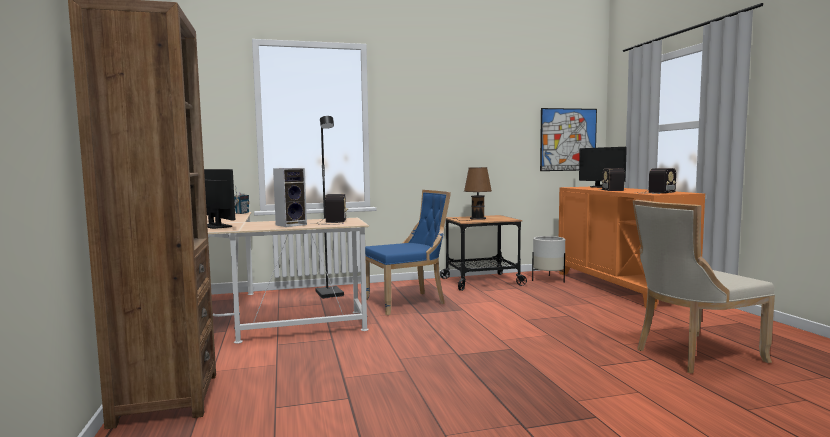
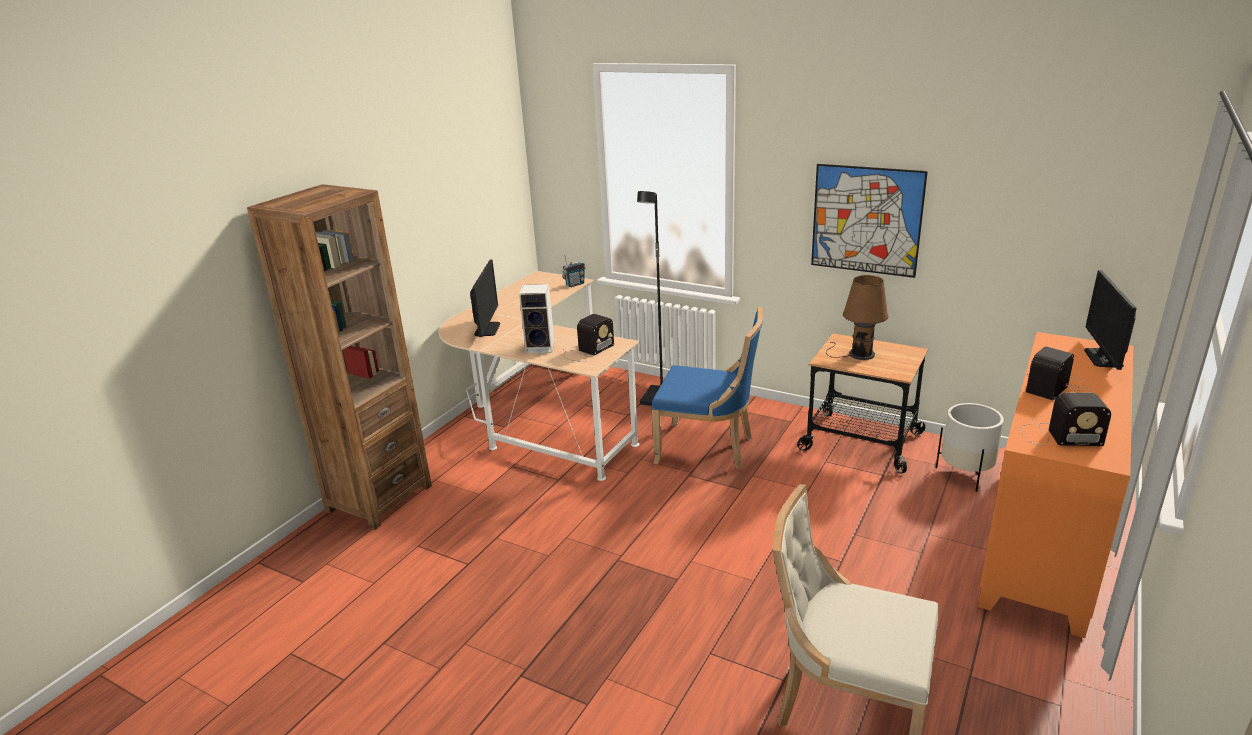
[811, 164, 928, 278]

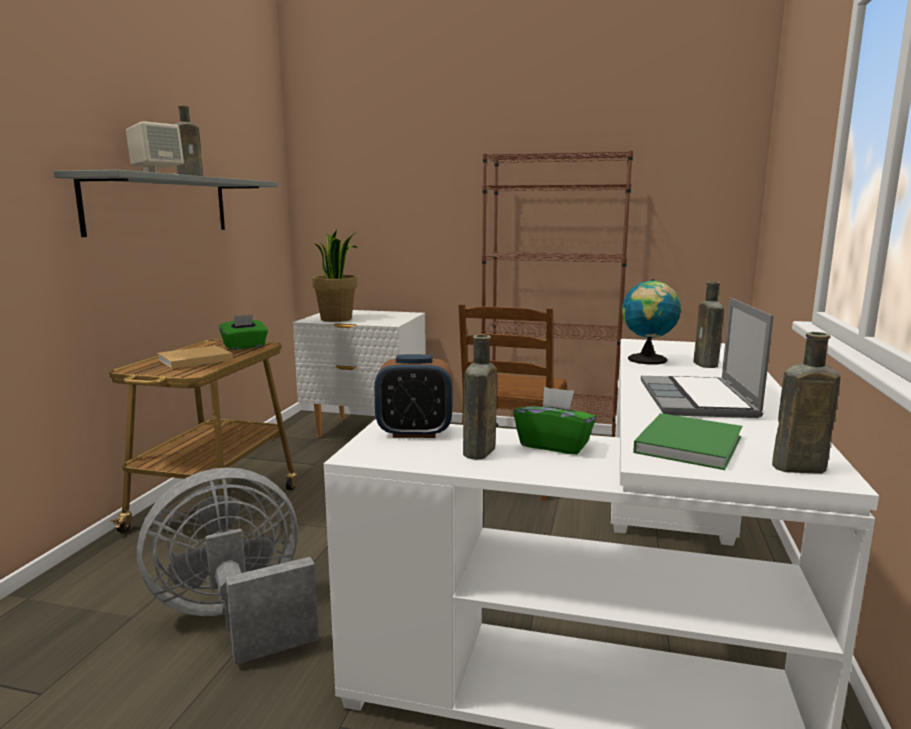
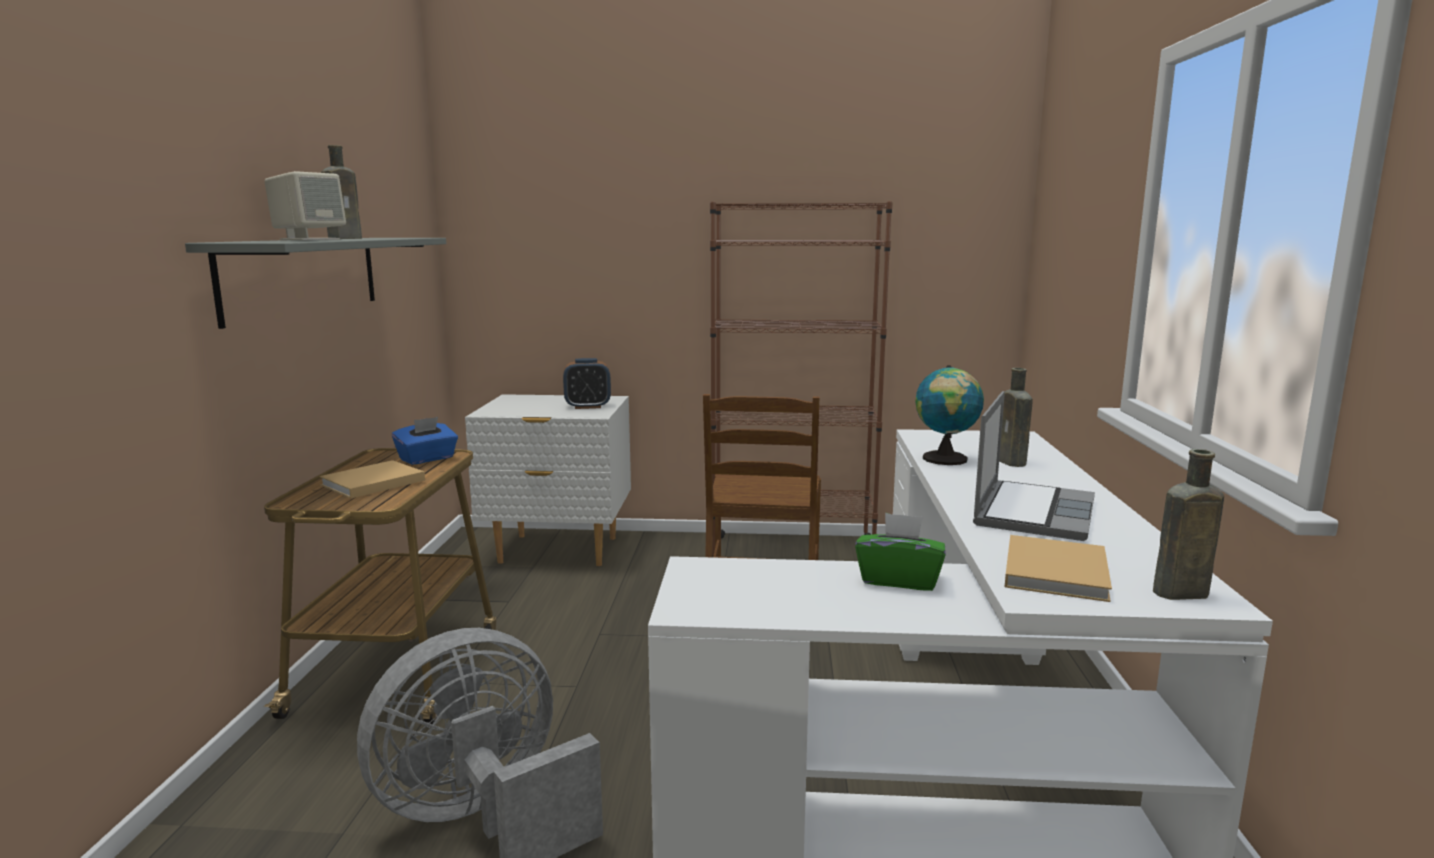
[392, 417, 458, 465]
[563, 358, 611, 409]
[973, 391, 1095, 541]
[1005, 535, 1112, 602]
[312, 230, 357, 322] (first image)
[463, 334, 497, 460] (first image)

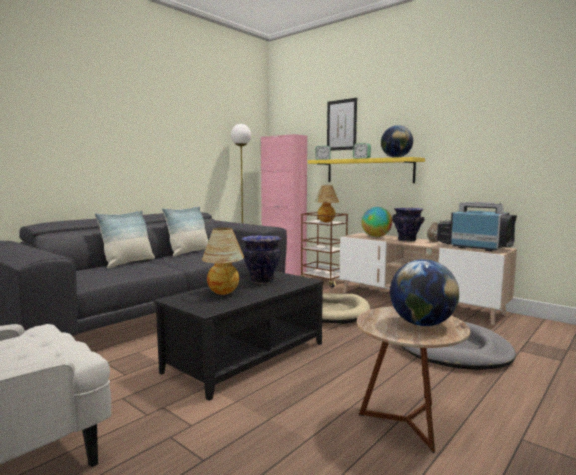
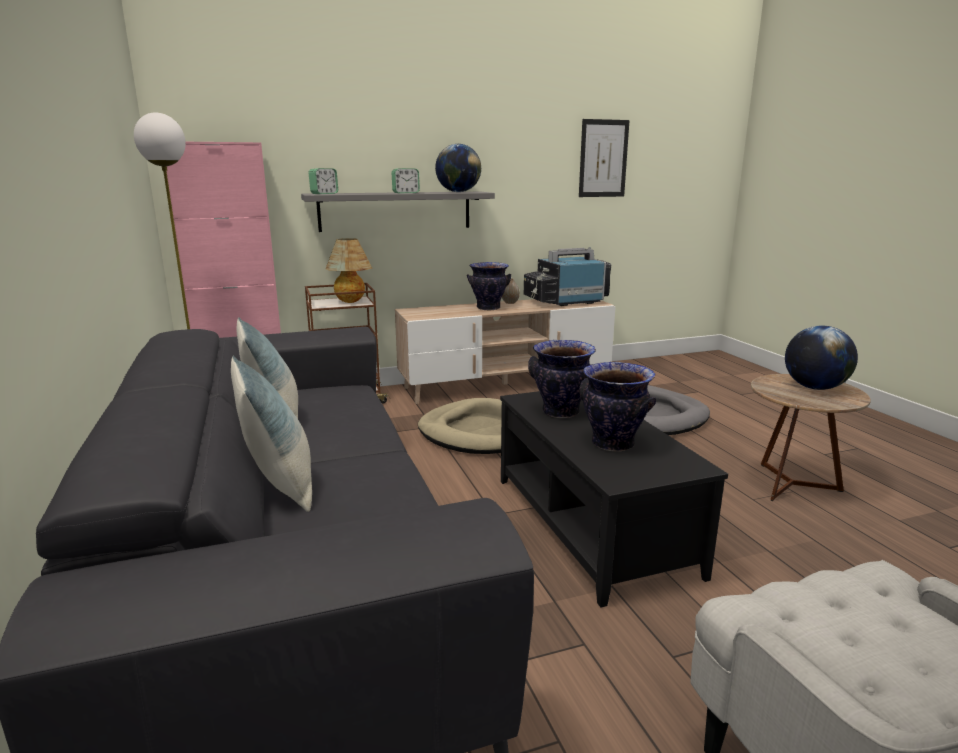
[301, 192, 495, 232]
[579, 119, 630, 197]
[579, 362, 656, 452]
[361, 207, 393, 237] (first image)

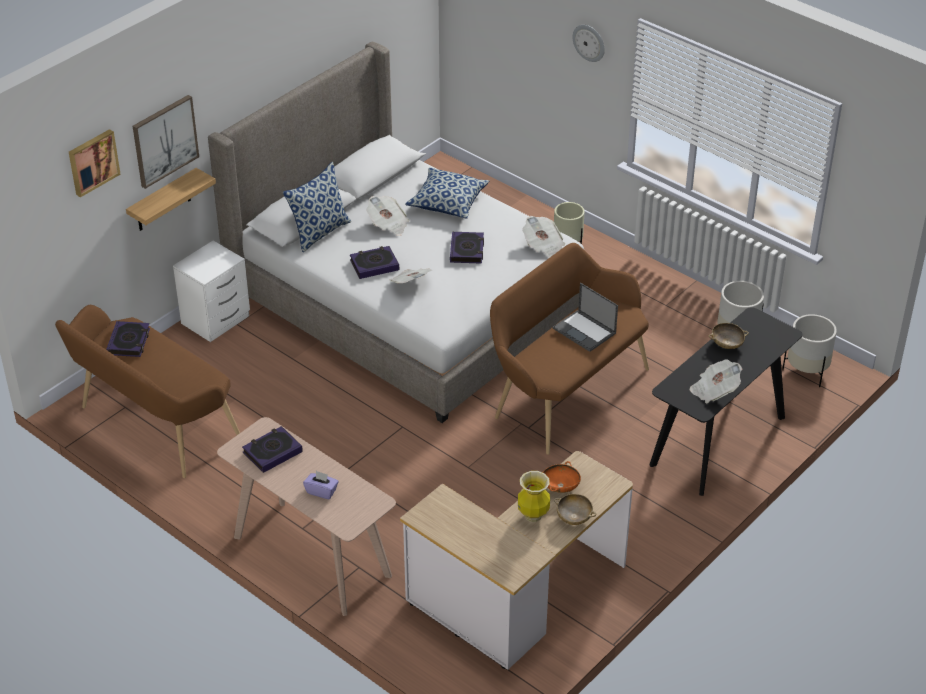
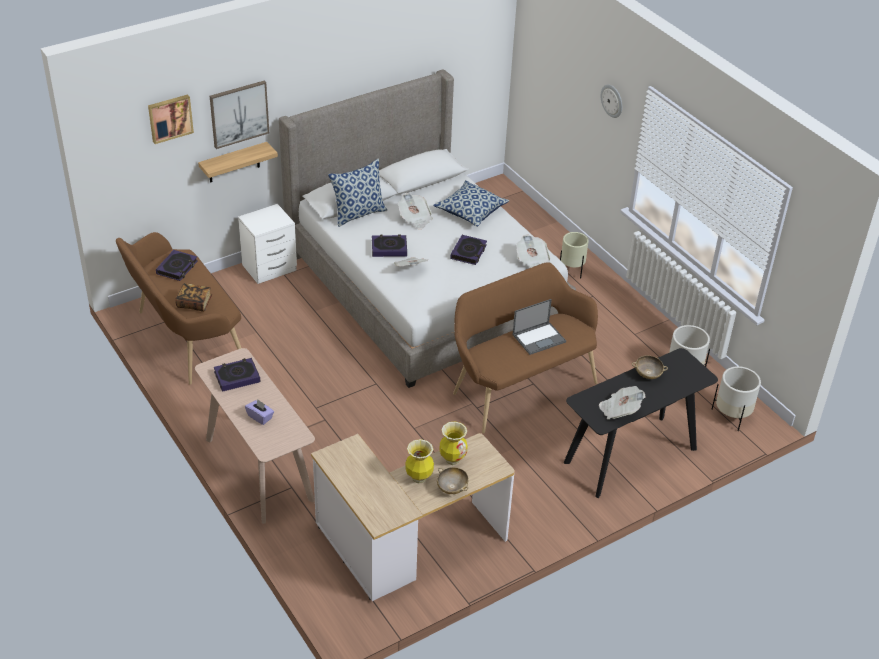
[175, 283, 212, 312]
[439, 422, 468, 465]
[513, 299, 566, 355]

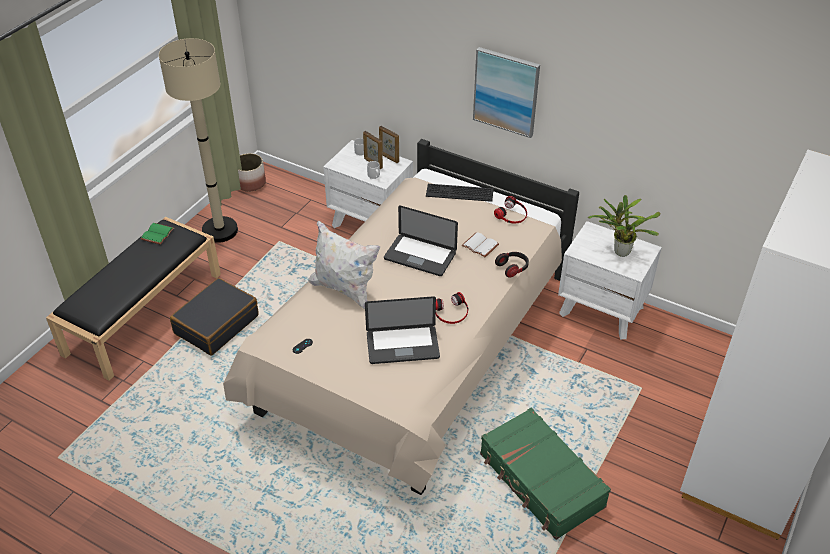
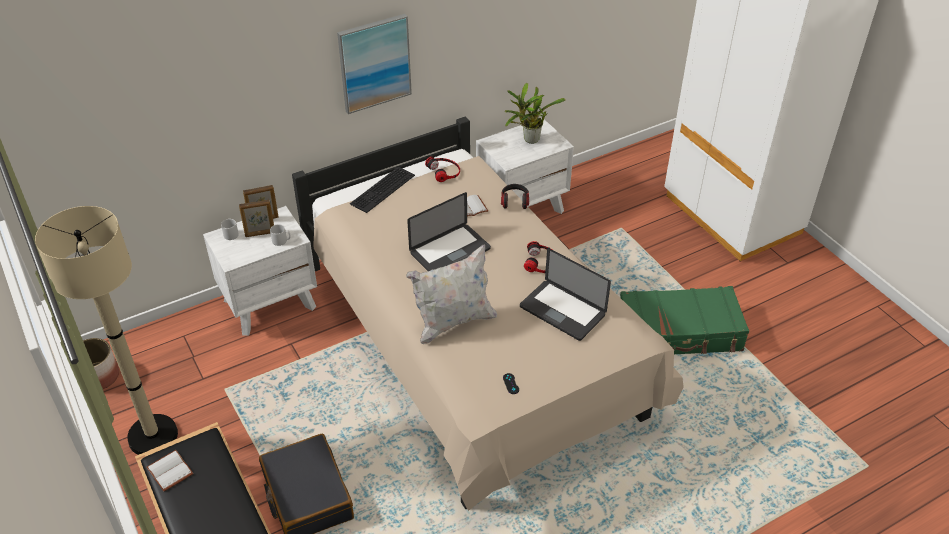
[146, 450, 193, 492]
[520, 248, 611, 341]

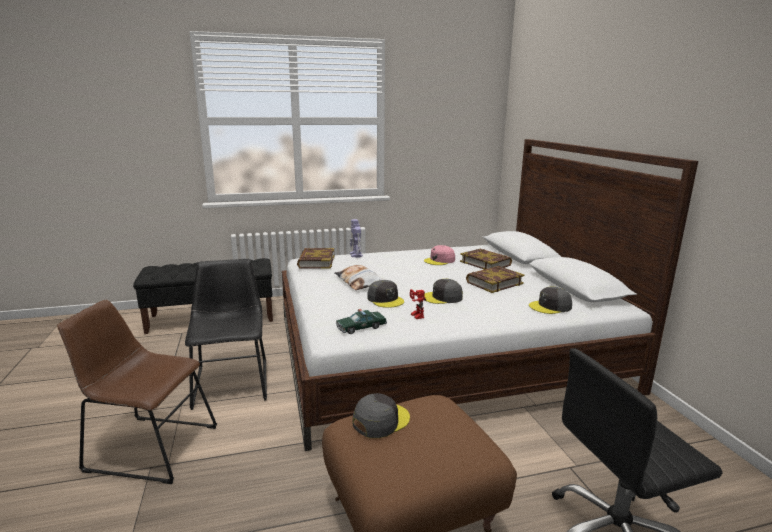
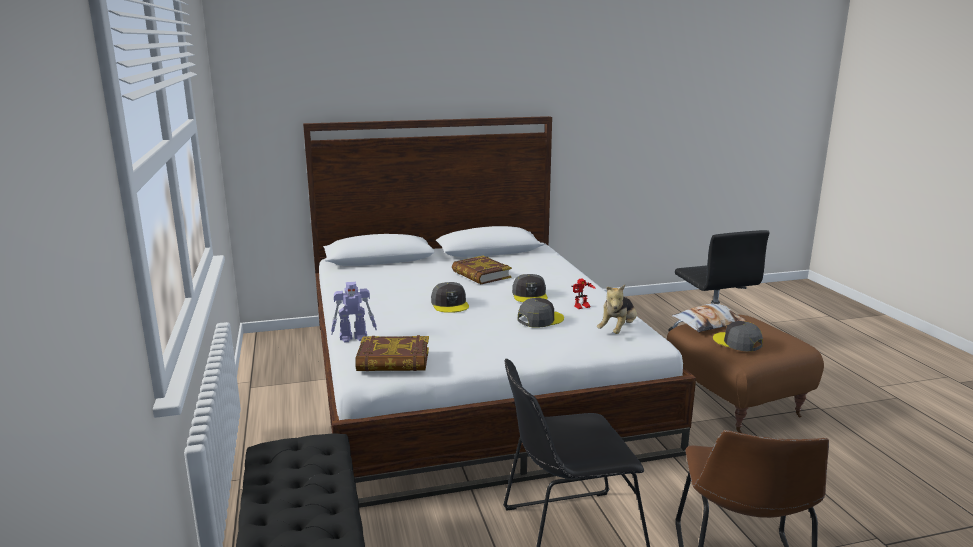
[431, 282, 469, 313]
[597, 285, 637, 334]
[672, 304, 746, 332]
[424, 245, 455, 265] (first image)
[460, 249, 512, 270] (first image)

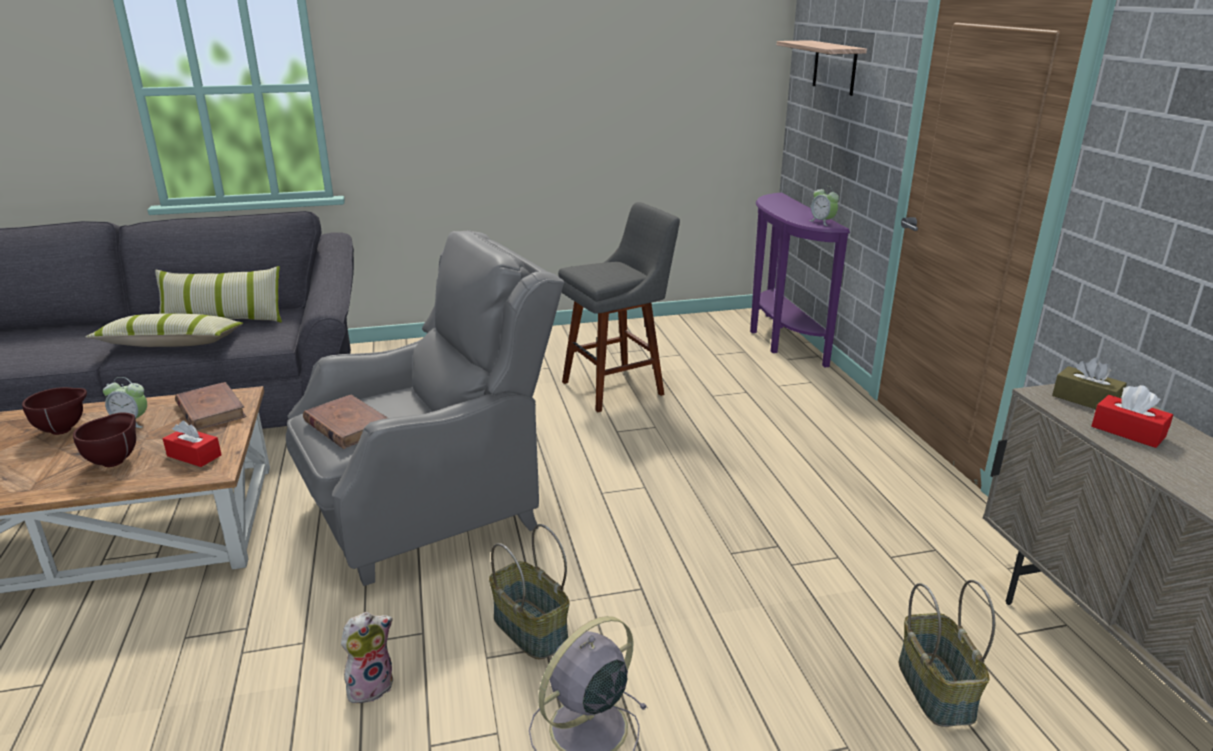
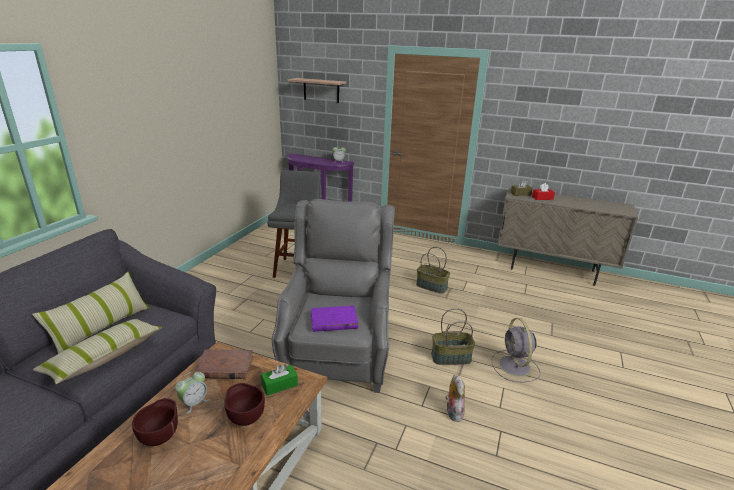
[261, 364, 298, 396]
[311, 306, 358, 332]
[416, 247, 450, 294]

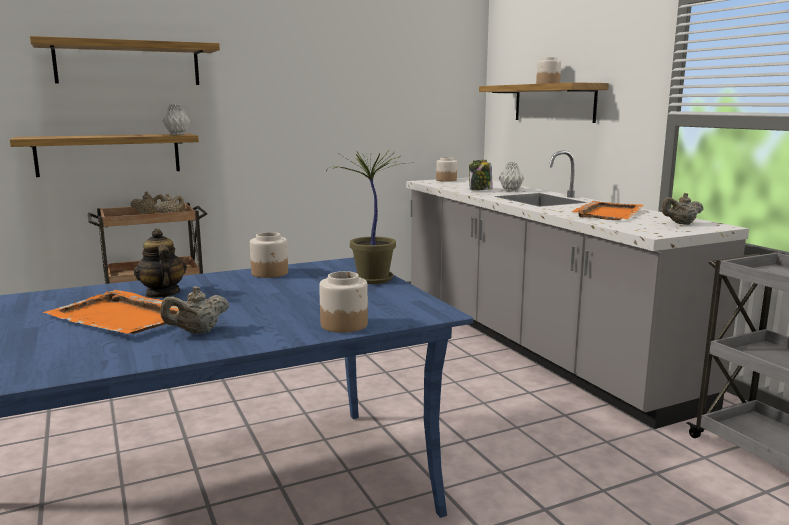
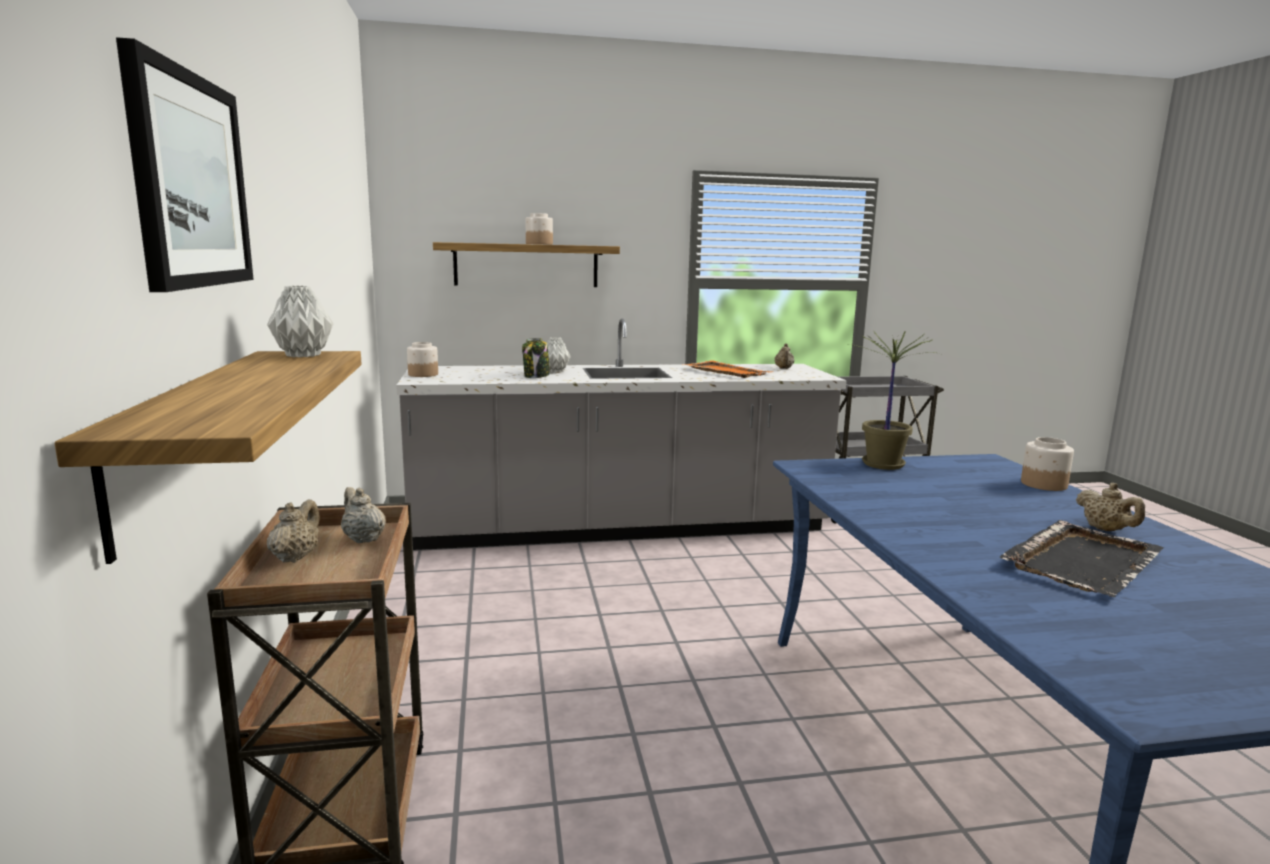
[116, 37, 254, 292]
[1000, 520, 1164, 597]
[134, 229, 187, 298] (first image)
[250, 232, 288, 278] (first image)

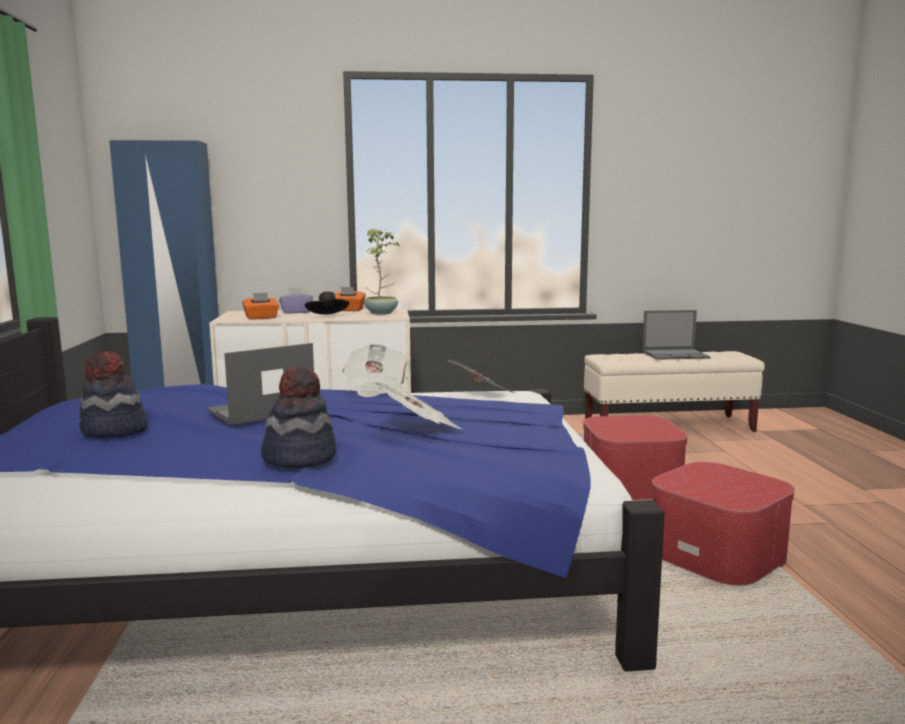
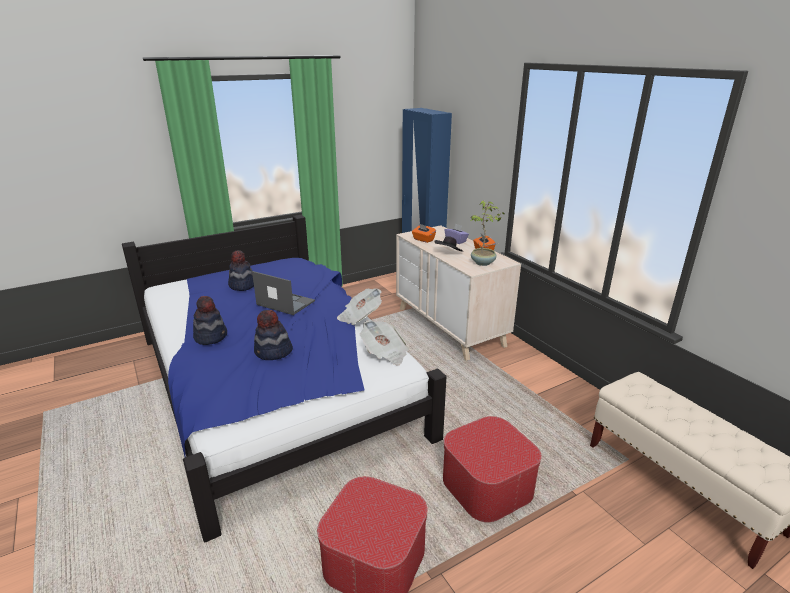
[254, 310, 293, 360]
[642, 310, 711, 360] (first image)

